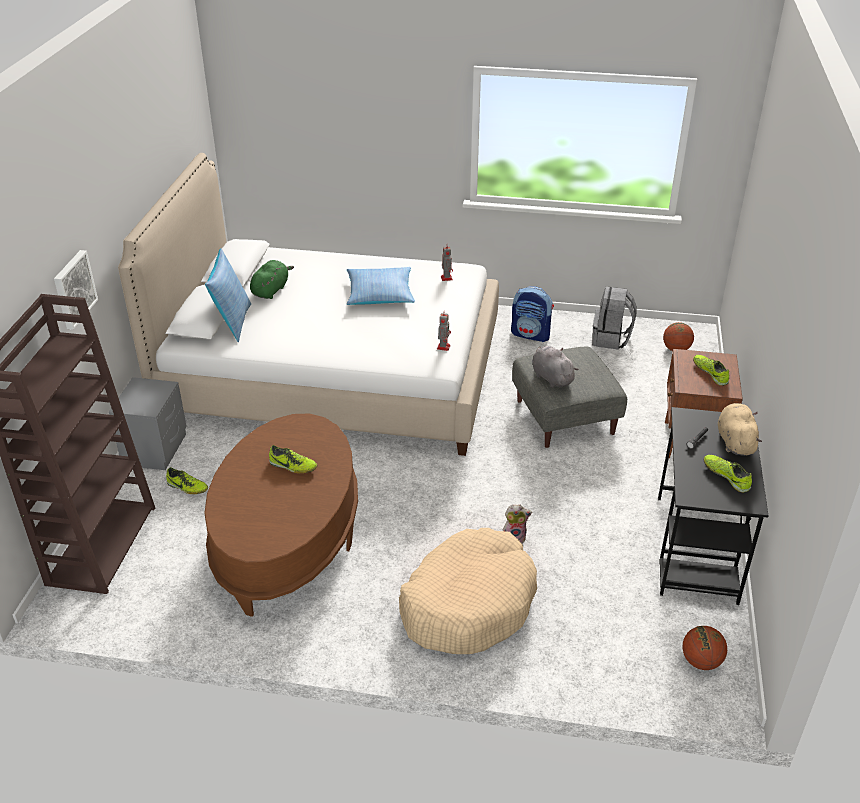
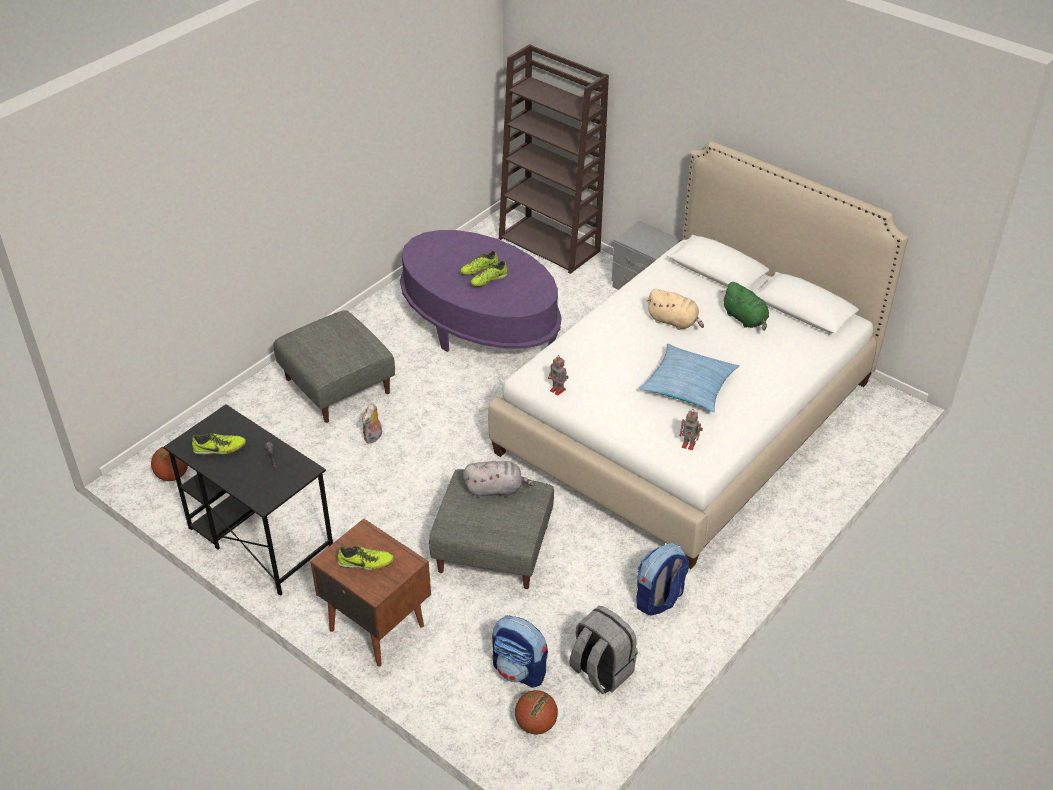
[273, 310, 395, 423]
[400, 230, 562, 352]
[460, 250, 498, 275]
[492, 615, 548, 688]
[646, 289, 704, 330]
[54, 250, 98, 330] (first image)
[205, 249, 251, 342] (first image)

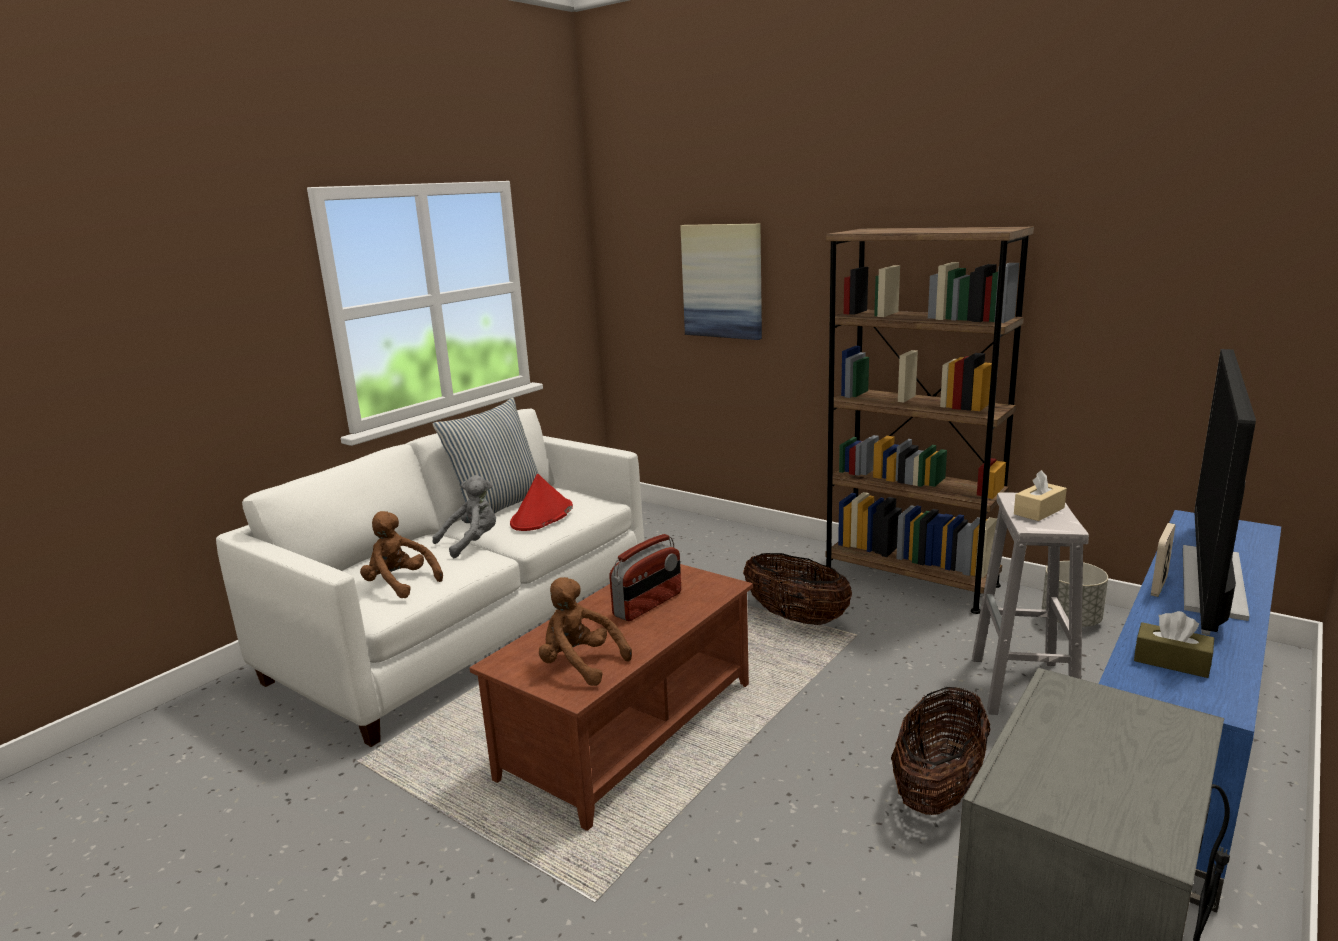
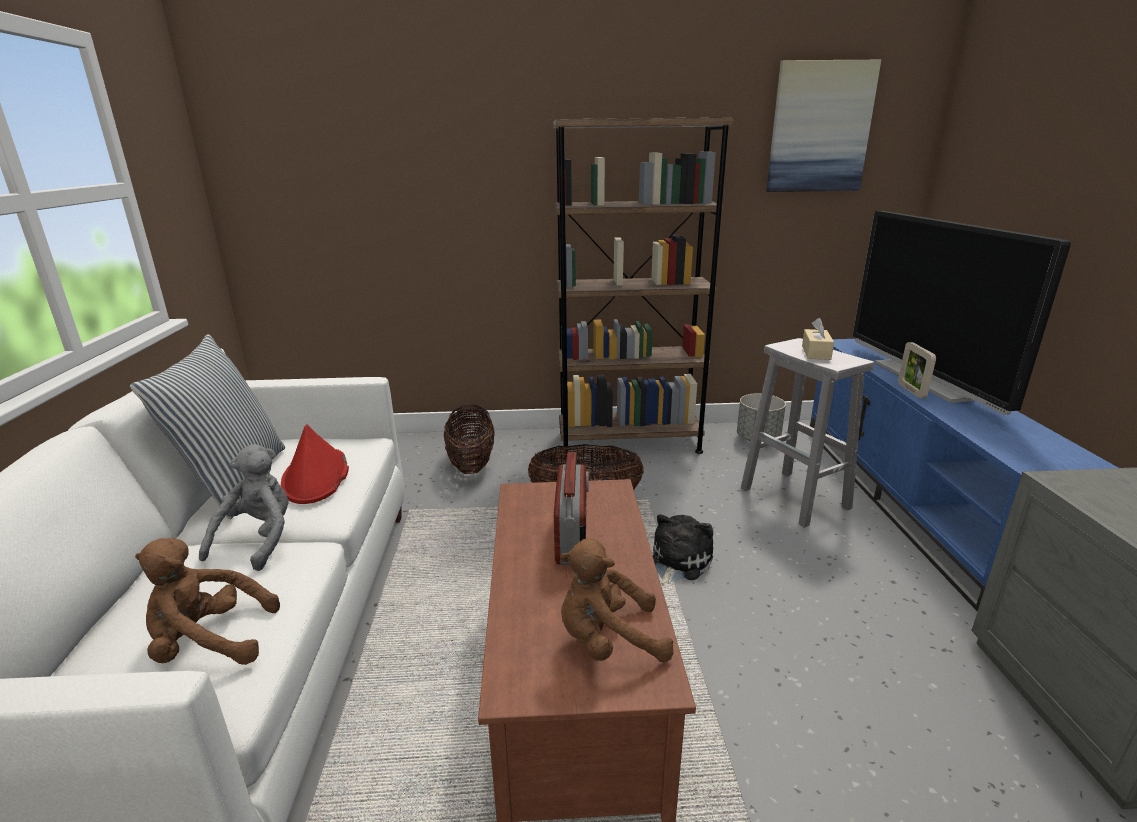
[444, 404, 495, 474]
[652, 514, 713, 586]
[766, 60, 881, 192]
[1134, 611, 1214, 678] (first image)

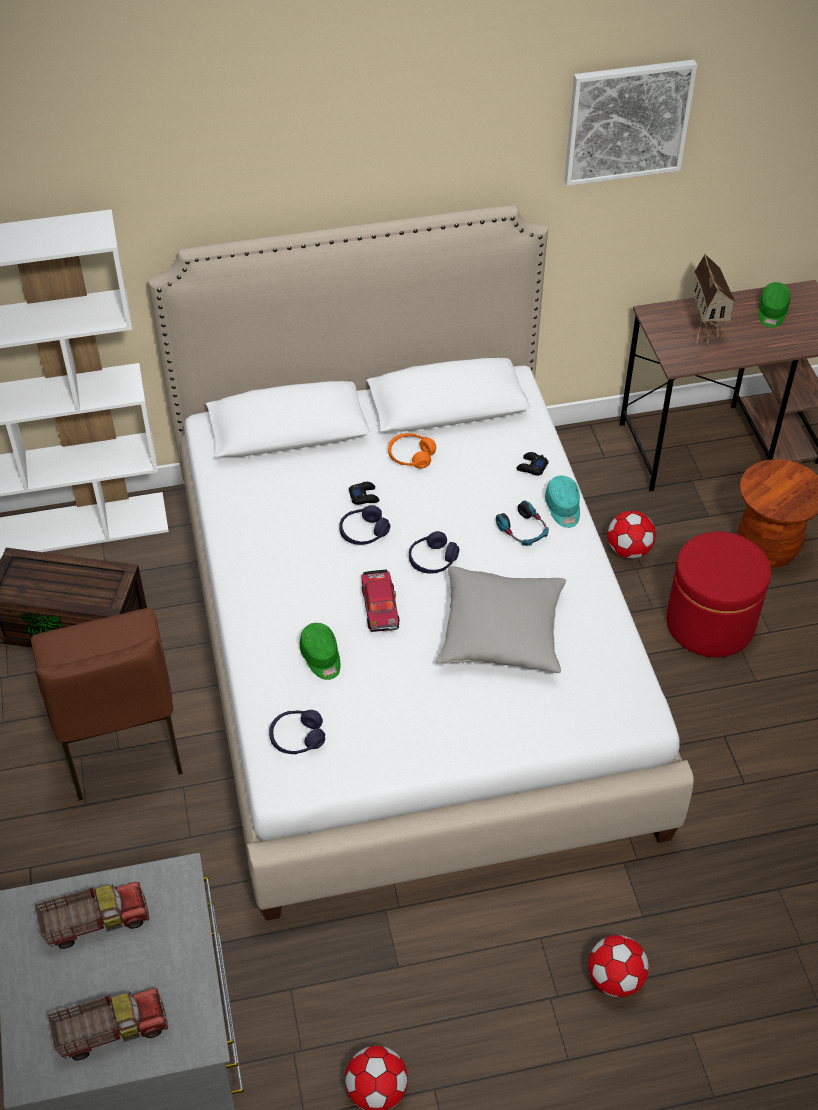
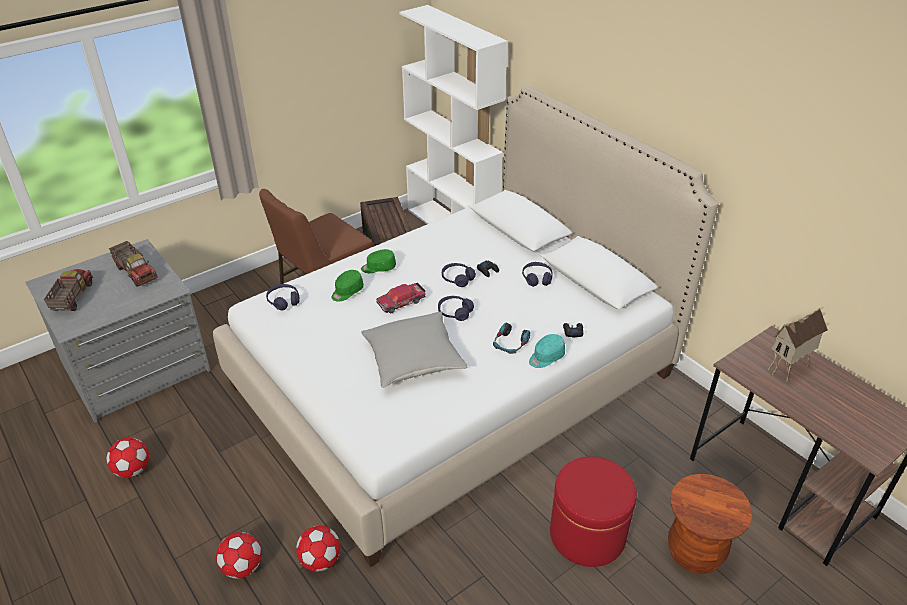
[43, 269, 93, 311]
[296, 526, 341, 571]
[361, 249, 396, 273]
[522, 262, 553, 287]
[564, 60, 697, 186] (first image)

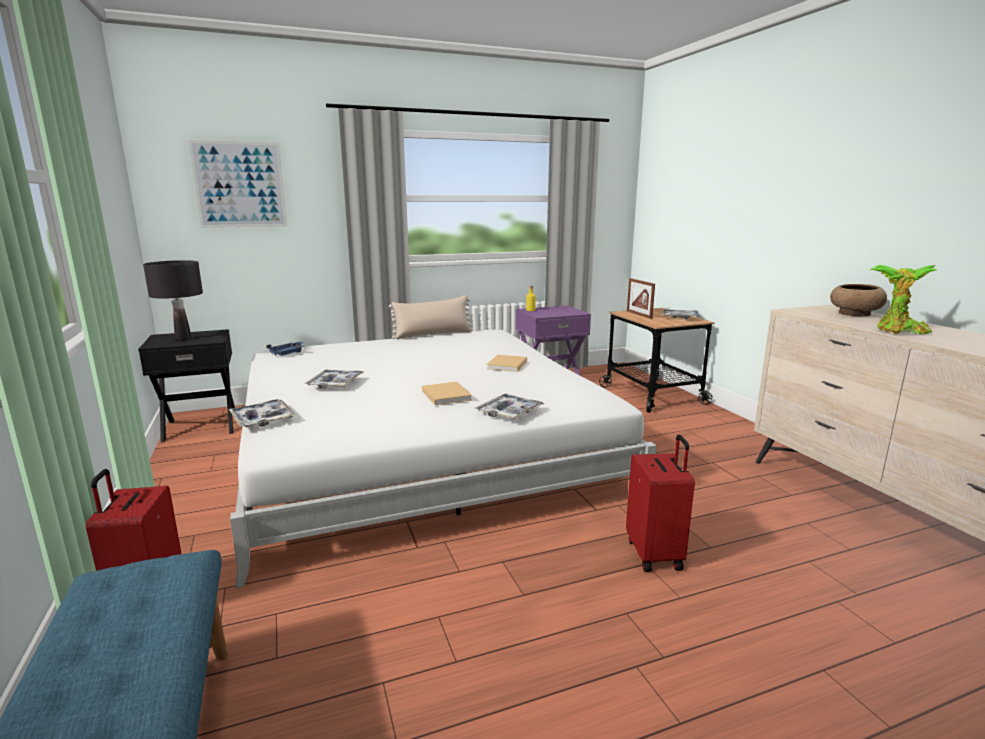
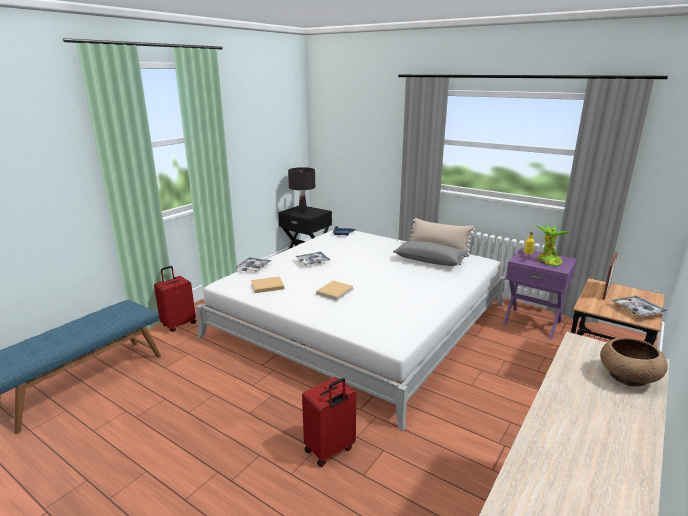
[251, 276, 284, 293]
[393, 241, 469, 266]
[537, 225, 570, 266]
[188, 140, 287, 228] (first image)
[475, 394, 545, 420] (first image)

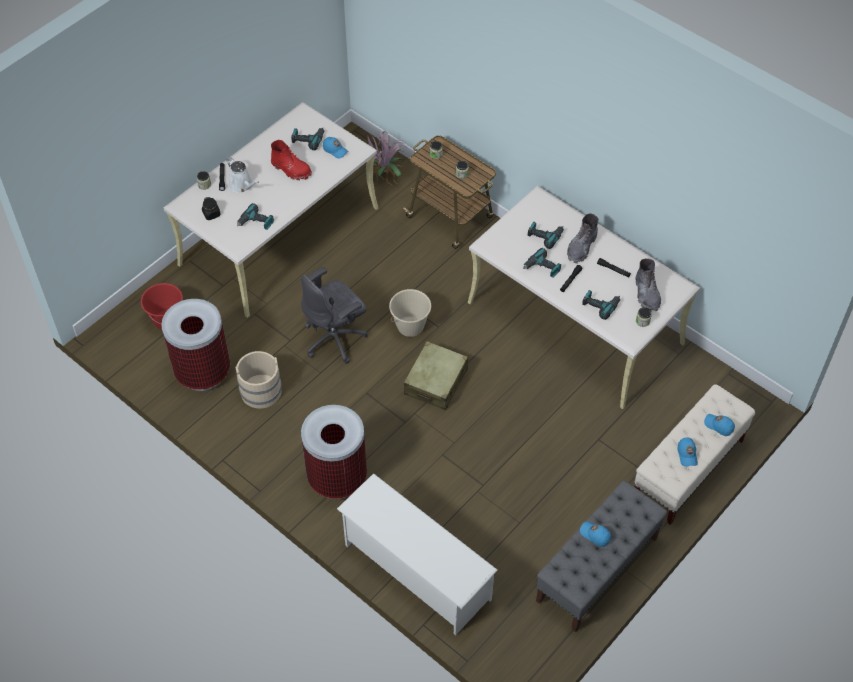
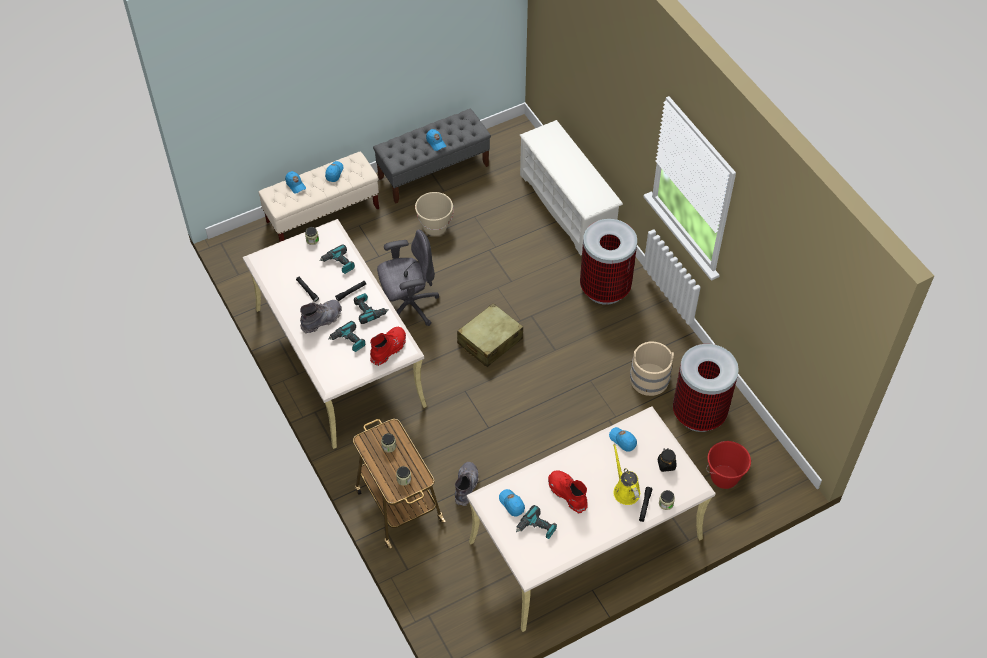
[370, 327, 406, 366]
[377, 230, 439, 326]
[415, 192, 454, 235]
[455, 462, 479, 506]
[609, 427, 637, 452]
[613, 444, 640, 505]
[365, 131, 406, 187] (first image)

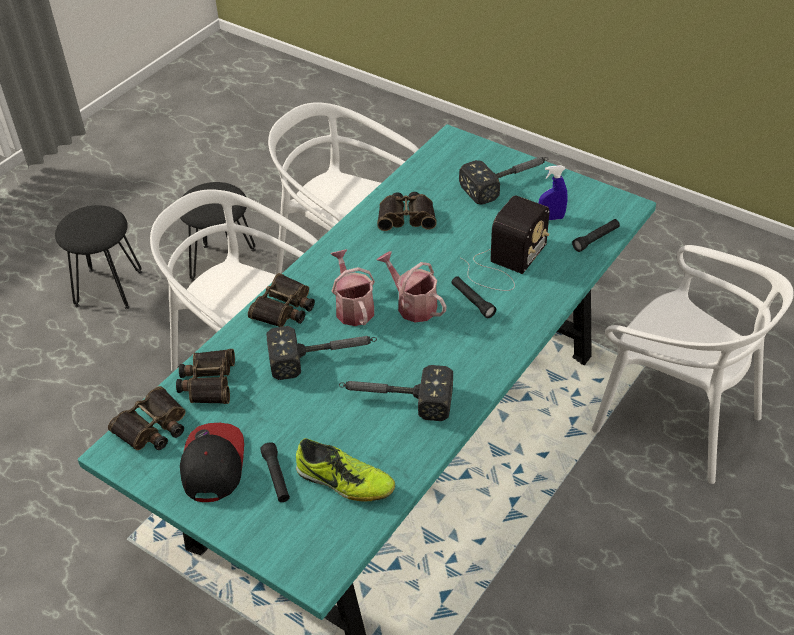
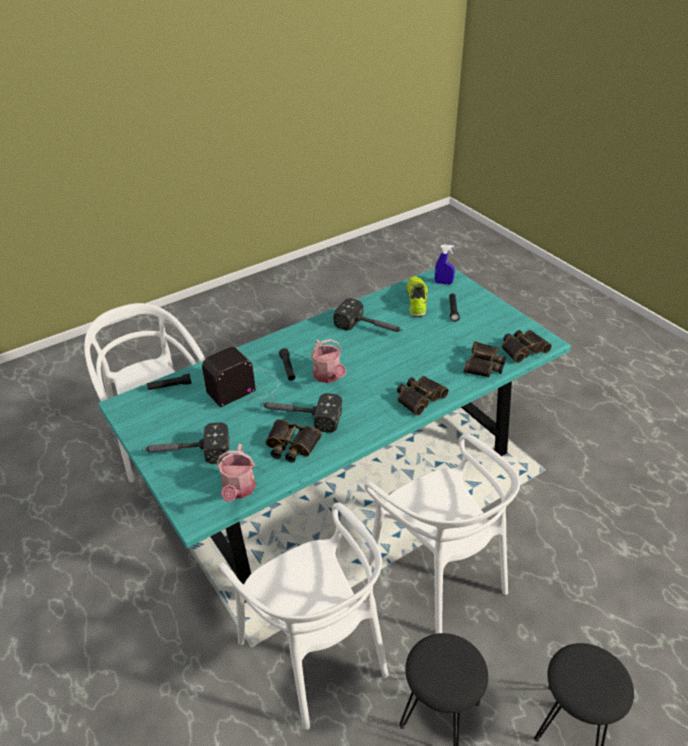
[217, 444, 256, 502]
[260, 393, 342, 433]
[407, 276, 428, 317]
[435, 244, 455, 285]
[180, 423, 244, 502] (first image)

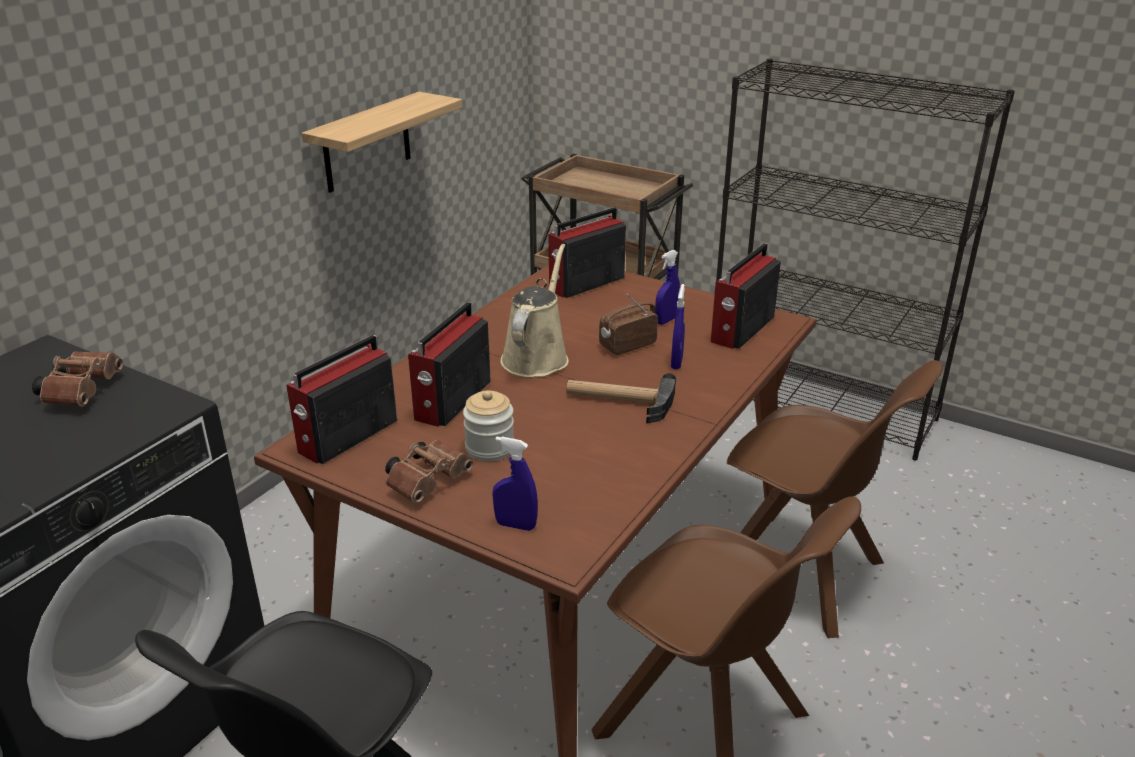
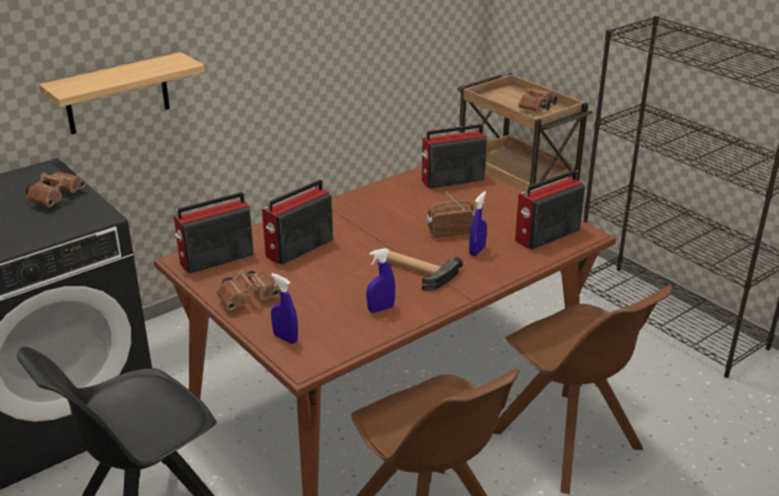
[39, 52, 205, 134]
[366, 248, 395, 313]
[518, 87, 557, 112]
[463, 390, 514, 462] (first image)
[500, 244, 569, 378] (first image)

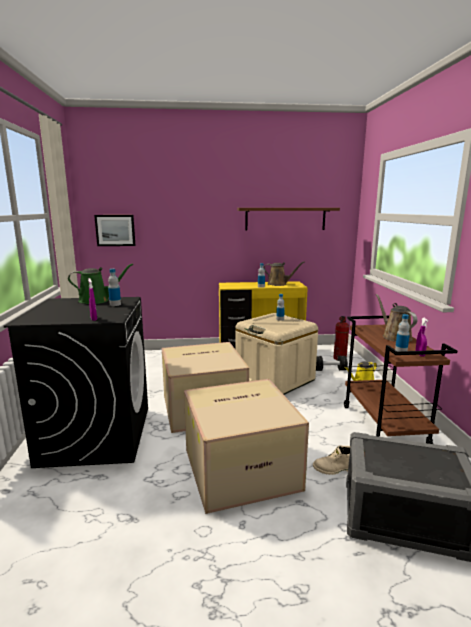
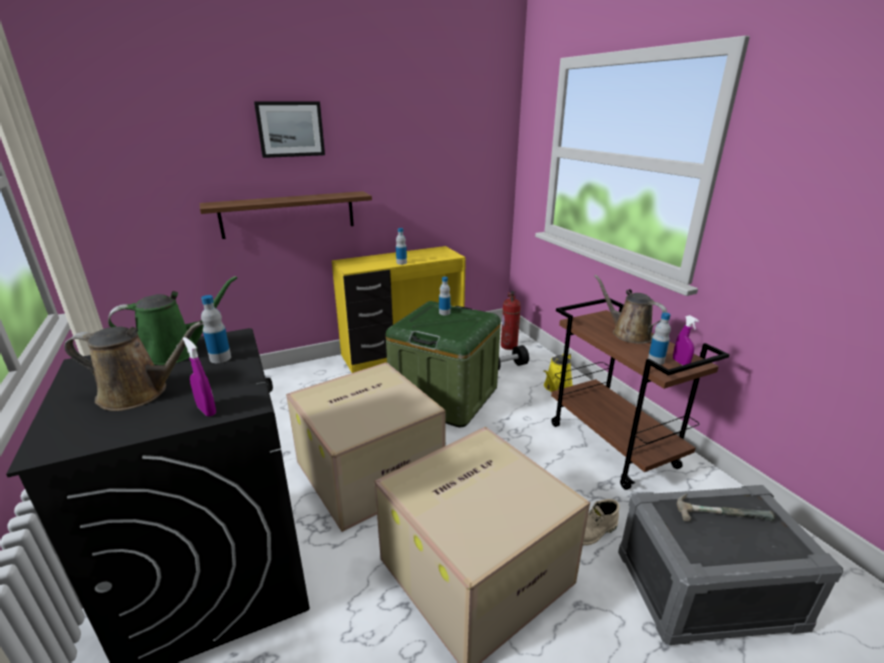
[64, 322, 203, 411]
[200, 191, 372, 239]
[254, 101, 325, 158]
[386, 301, 501, 427]
[677, 494, 776, 521]

